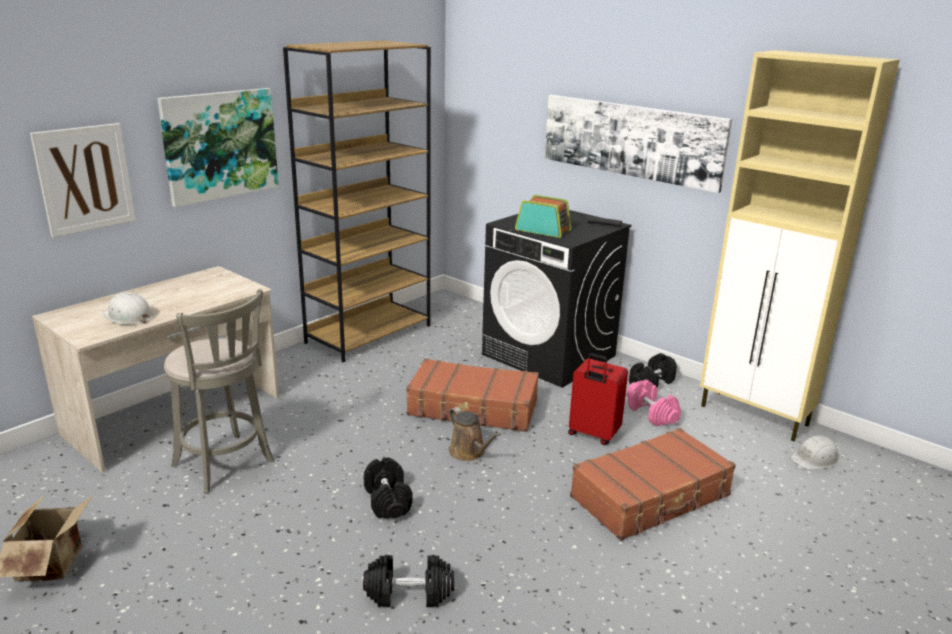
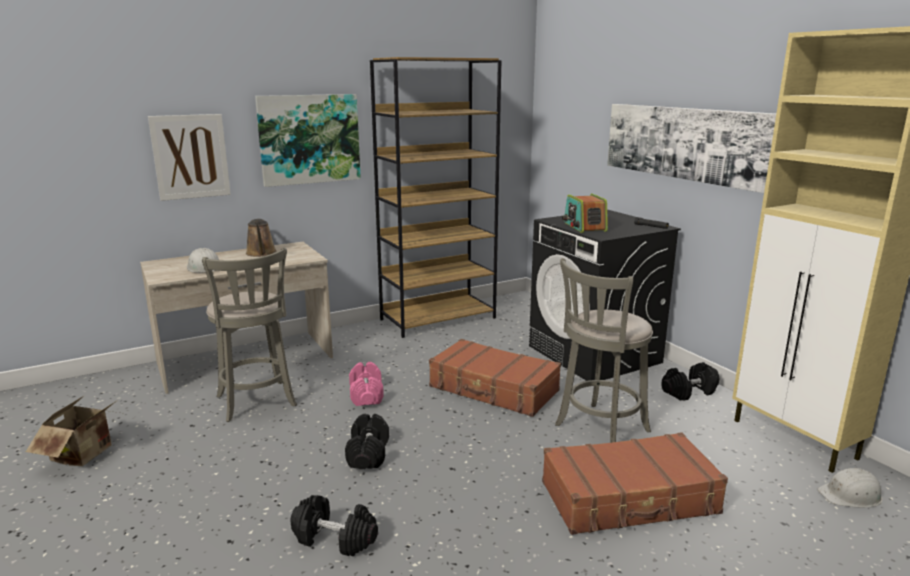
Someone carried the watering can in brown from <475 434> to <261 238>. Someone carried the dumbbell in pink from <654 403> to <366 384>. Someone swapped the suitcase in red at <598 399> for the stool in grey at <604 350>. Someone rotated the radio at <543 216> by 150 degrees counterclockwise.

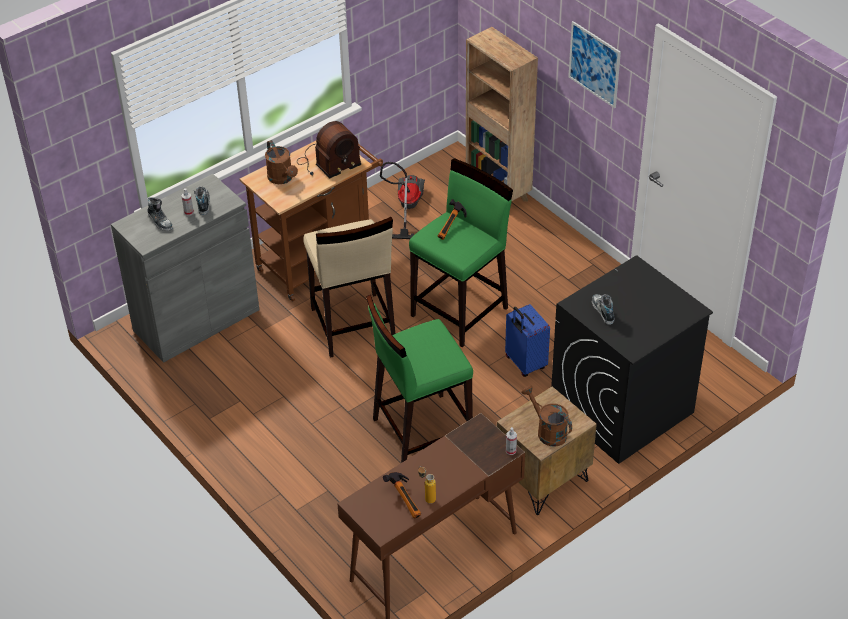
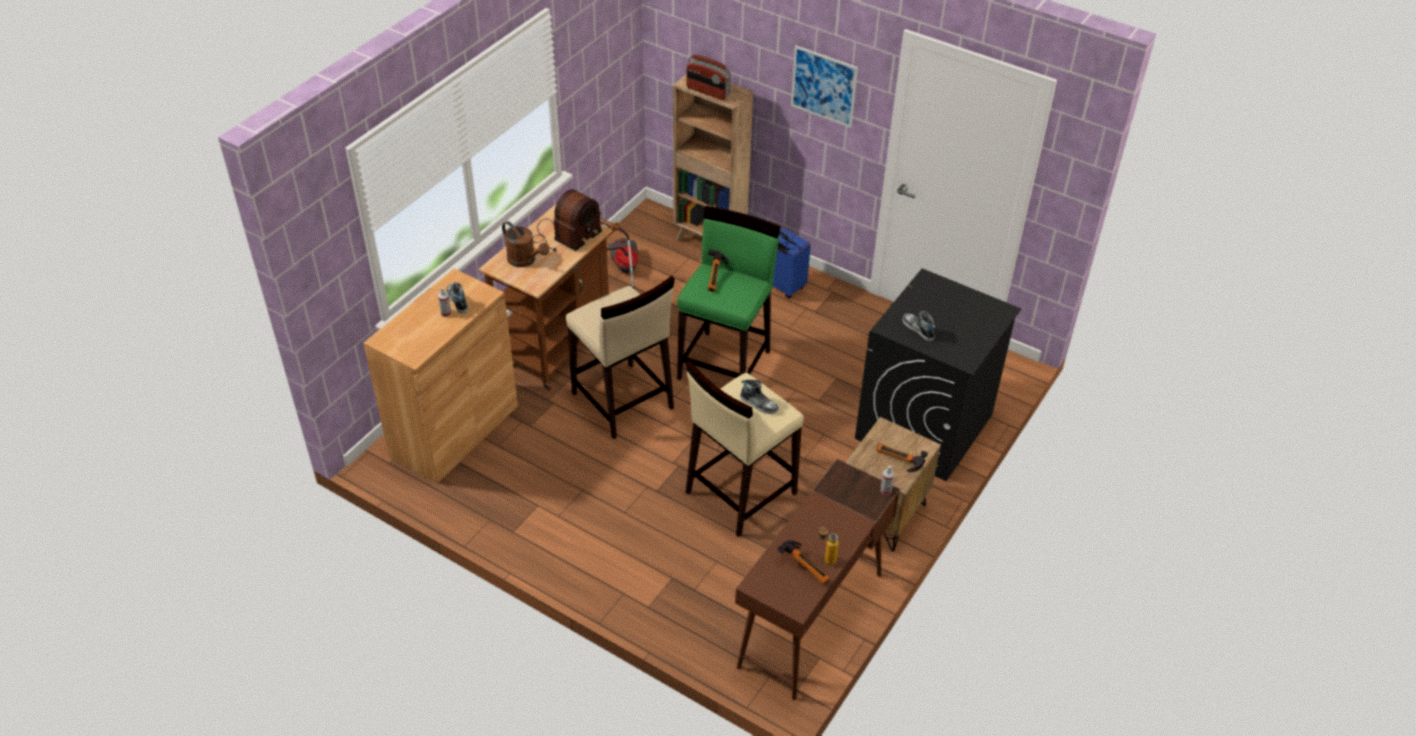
Someone repainted the cabinet in grey at <185 268>, which became the cabinet in brown at <440 376>. Someone repainted the stool in green at <419 378>, which became the stool in beige at <745 448>. Someone put down the radio at <709 77>. Someone carried the shoe from <160 214> to <759 396>. Someone carried the suitcase in blue from <527 340> to <791 263>. Someone swapped the watering can in brown at <547 416> for the hammer at <902 457>.

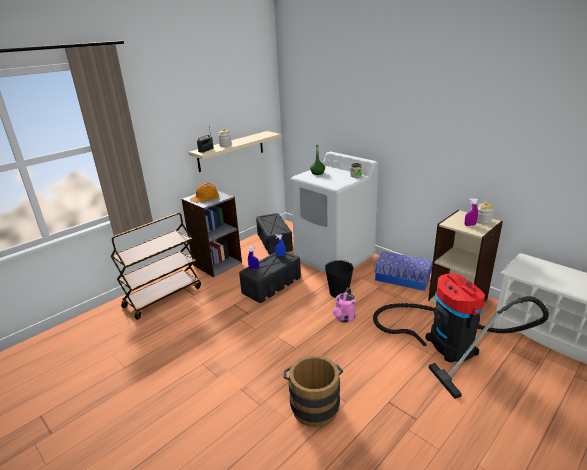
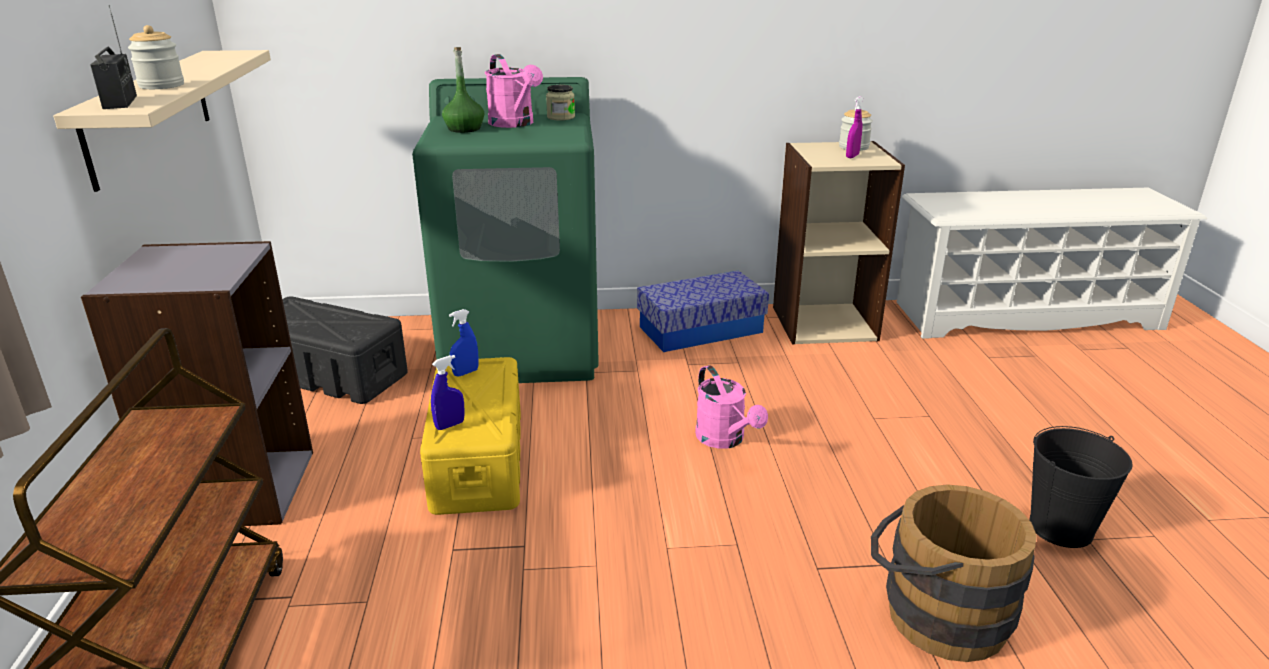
Someone repainted the washing machine in white at <334 212>, which became the washing machine in green at <505 230>. Someone repainted the storage box in black at <270 277>, which became the storage box in yellow at <470 436>. Someone put down the watering can in pink at <514 91>. Someone carried the bucket in black from <339 279> to <1081 487>. Someone took away the hard hat in orange at <204 193>. Someone took away the vacuum cleaner at <461 336>.

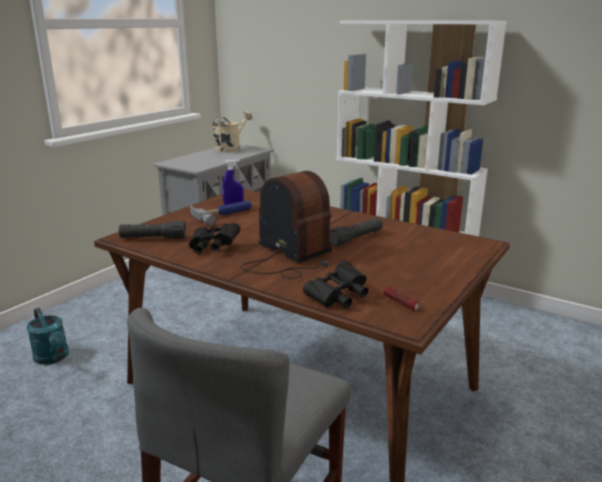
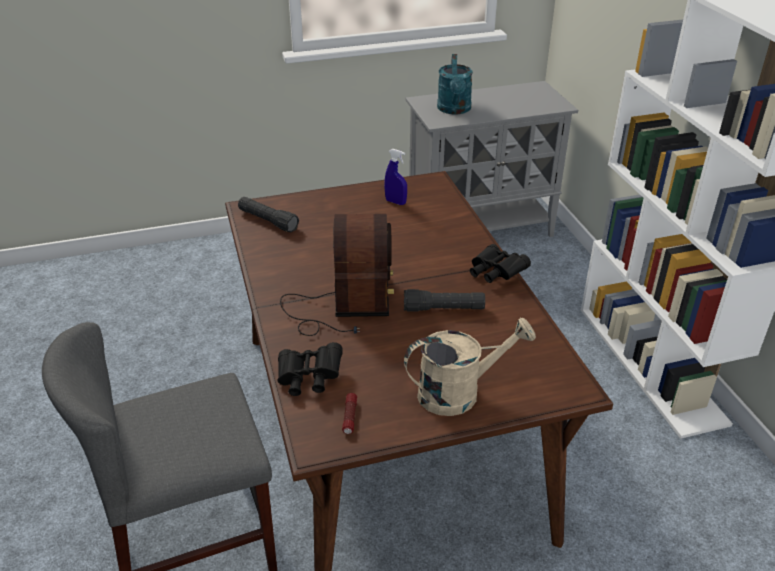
Someone carried the watering can in beige from <232 132> to <470 367>. Someone carried the watering can in turquoise from <48 336> to <455 84>. Someone carried the binoculars in black from <214 238> to <500 263>. Someone took away the hammer at <221 213>.

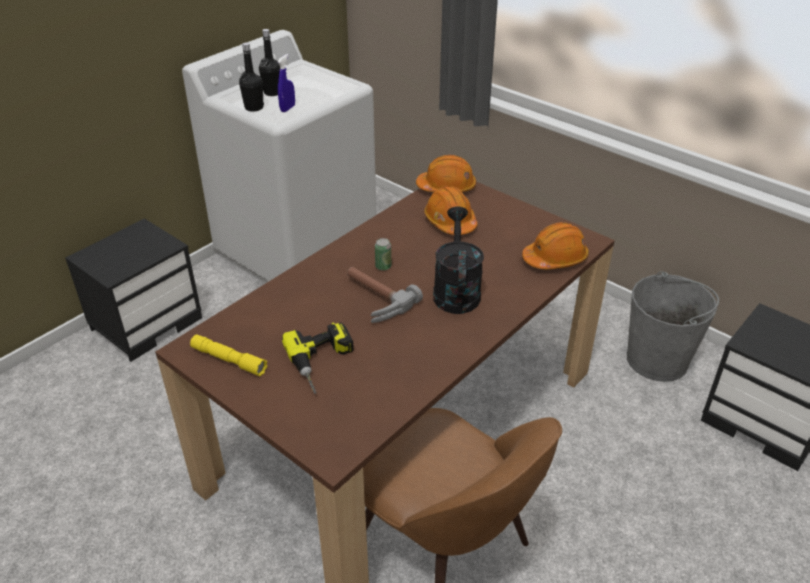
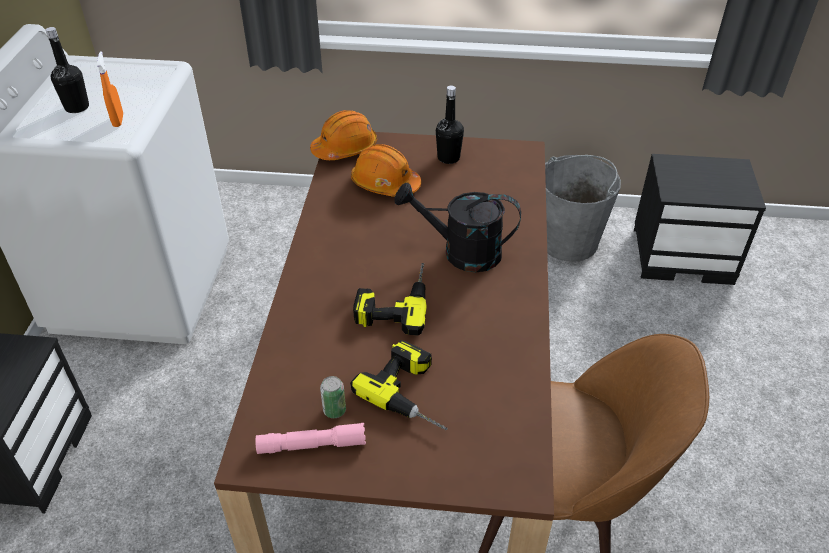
Someone repainted the spray bottle in blue at <286 83>, which became the spray bottle in orange at <110 89>. Someone repainted the flashlight in yellow at <228 355>, which became the flashlight in pink at <310 438>. Someone carried the can from <383 254> to <333 397>. Someone swapped the hammer at <385 295> for the power drill at <390 299>. Someone rotated the watering can in black at <458 260> by 45 degrees counterclockwise. Someone carried the bottle in black from <251 77> to <450 125>. Someone took away the hard hat in orange at <555 245>.

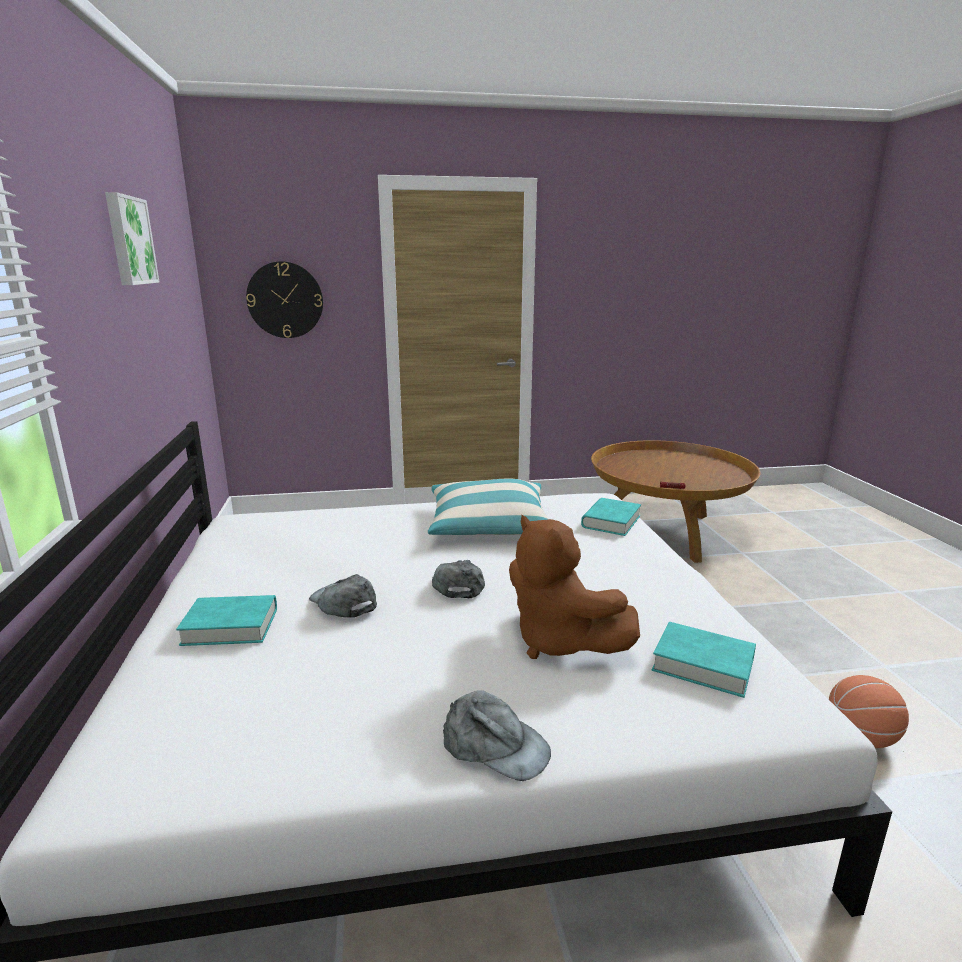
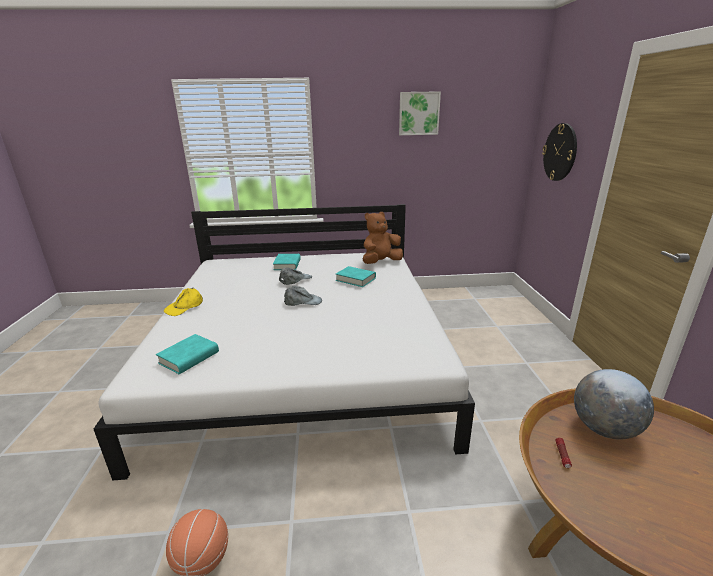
Someone repainted the cap in grey at <497 735>, which became the cap in yellow at <183 302>. Someone carried the book in turquoise from <611 517> to <356 276>. Someone carried the plush toy in brown from <574 587> to <383 238>. Someone put down the globe at <614 404>. Someone took away the pillow at <488 506>.

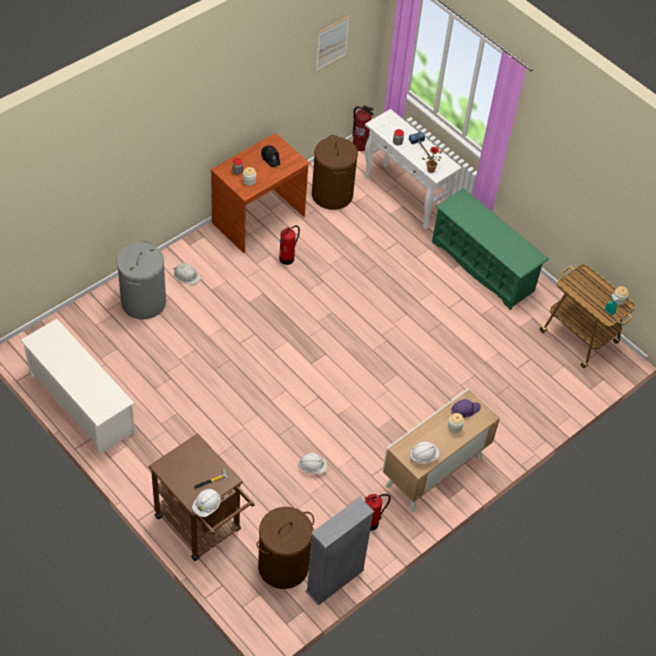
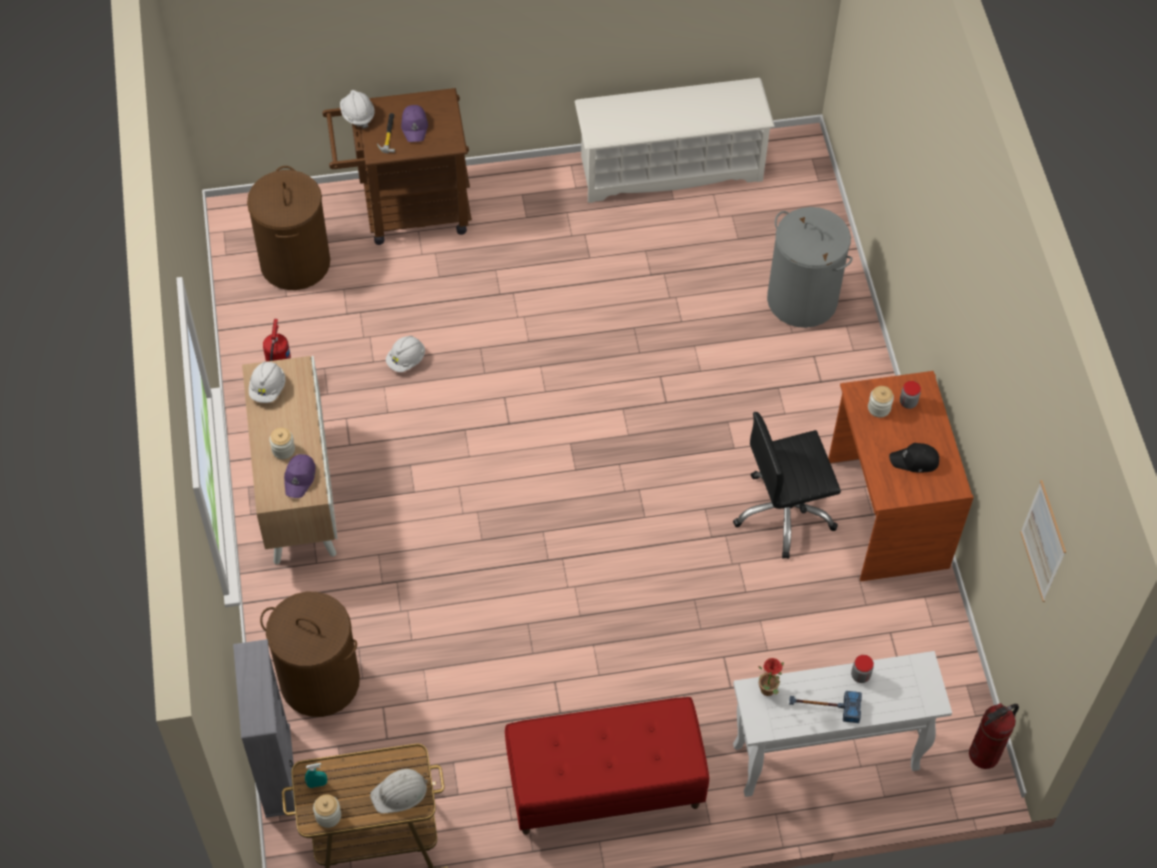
Someone carried the bookcase in grey from <339 551> to <264 728>. Someone carried the laundry basket in brown from <335 172> to <310 654>. Someone carried the hard hat in white from <187 274> to <399 791>. Someone put down the cap in purple at <414 123>. Someone swapped the shoe rack in green at <490 249> for the bench in red at <607 766>. Someone swapped the fire extinguisher at <289 245> for the office chair in black at <787 485>.

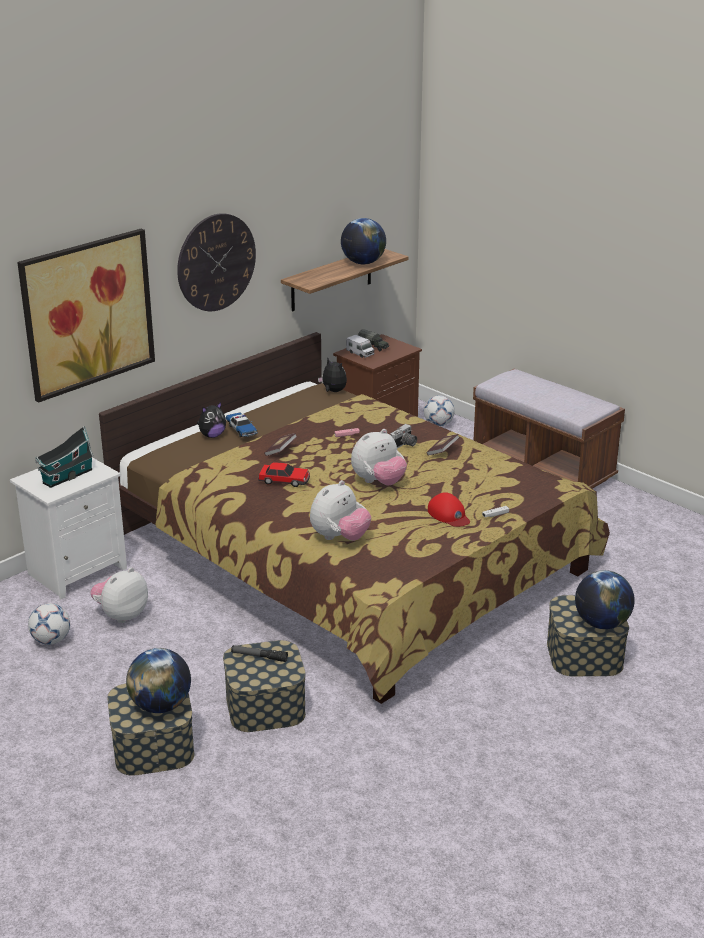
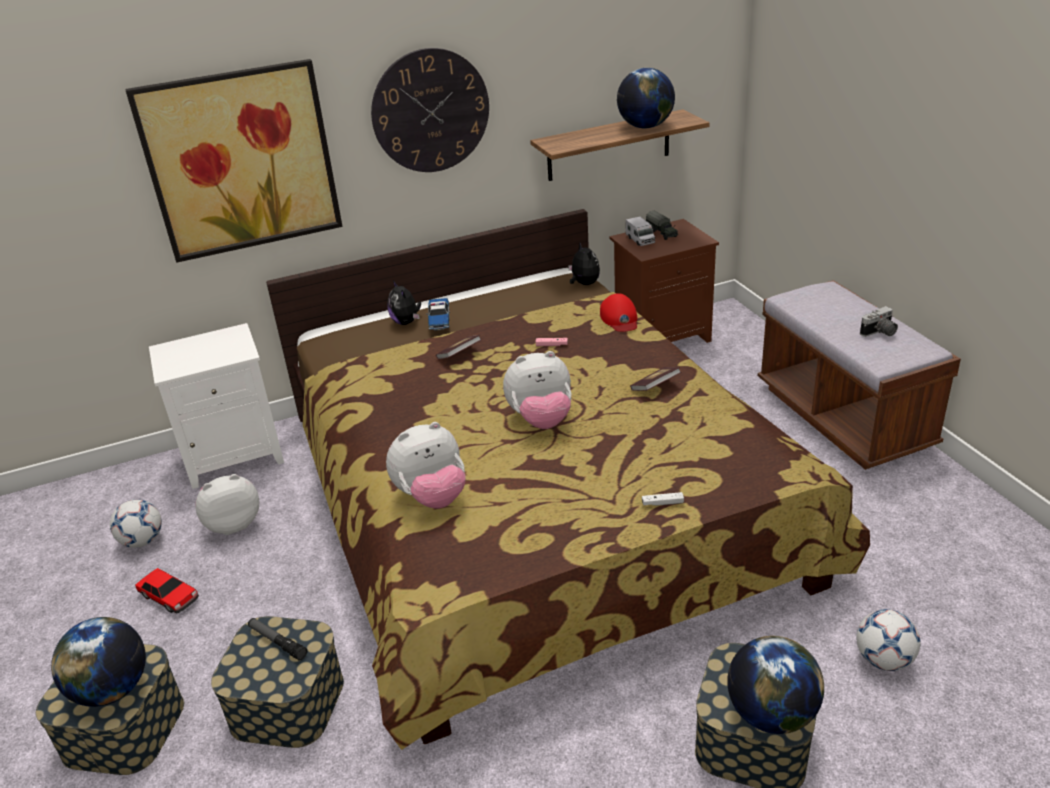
Someone carried the toy car from <284 474> to <167 591>. Someone rotated the plush toy at <211 420> by 75 degrees clockwise. Someone carried the cap in red from <449 509> to <618 312>. Someone carried the football from <439 410> to <888 640>. Someone carried the photo camera from <404 436> to <879 321>. Someone took away the toy house at <65 457>.

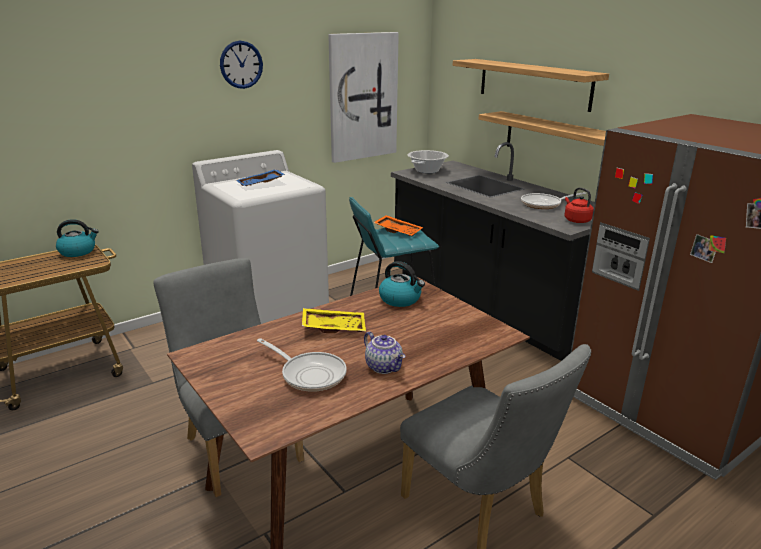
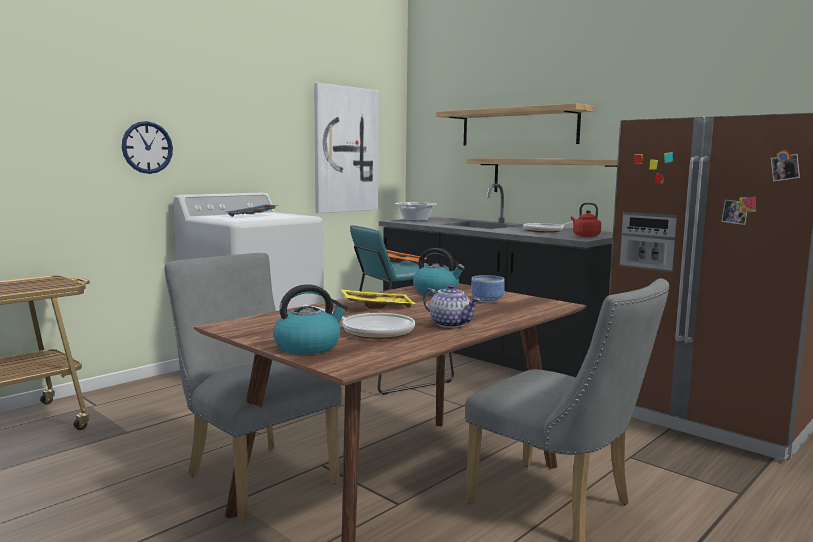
Someone carried the wall clock from <241 64> to <147 147>. Someone carried the kettle from <77 238> to <310 319>. Someone put down the bowl at <488 289>.

